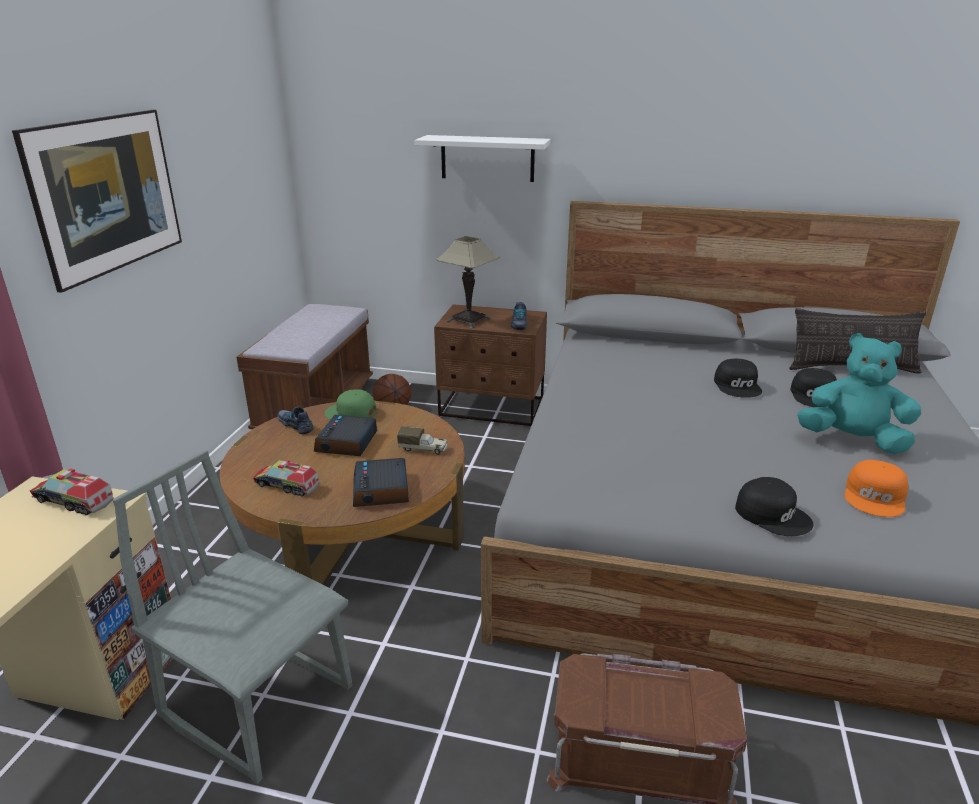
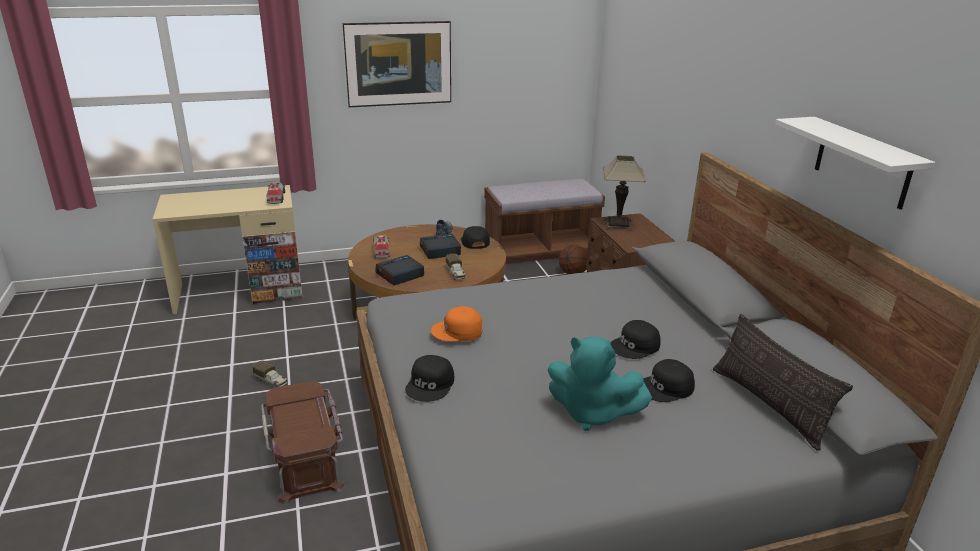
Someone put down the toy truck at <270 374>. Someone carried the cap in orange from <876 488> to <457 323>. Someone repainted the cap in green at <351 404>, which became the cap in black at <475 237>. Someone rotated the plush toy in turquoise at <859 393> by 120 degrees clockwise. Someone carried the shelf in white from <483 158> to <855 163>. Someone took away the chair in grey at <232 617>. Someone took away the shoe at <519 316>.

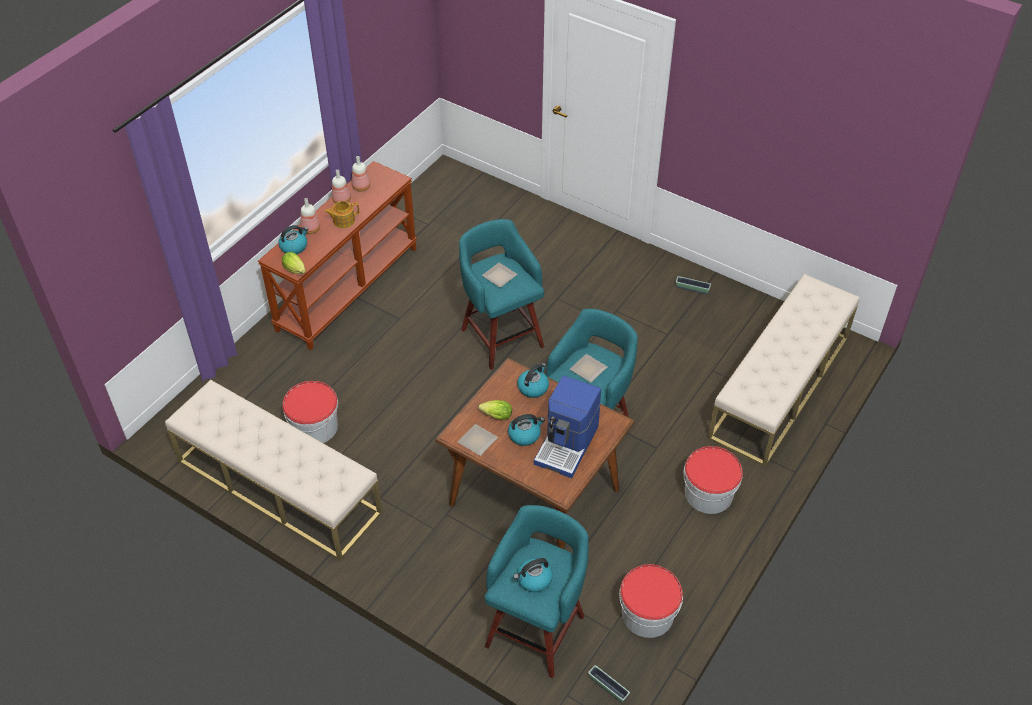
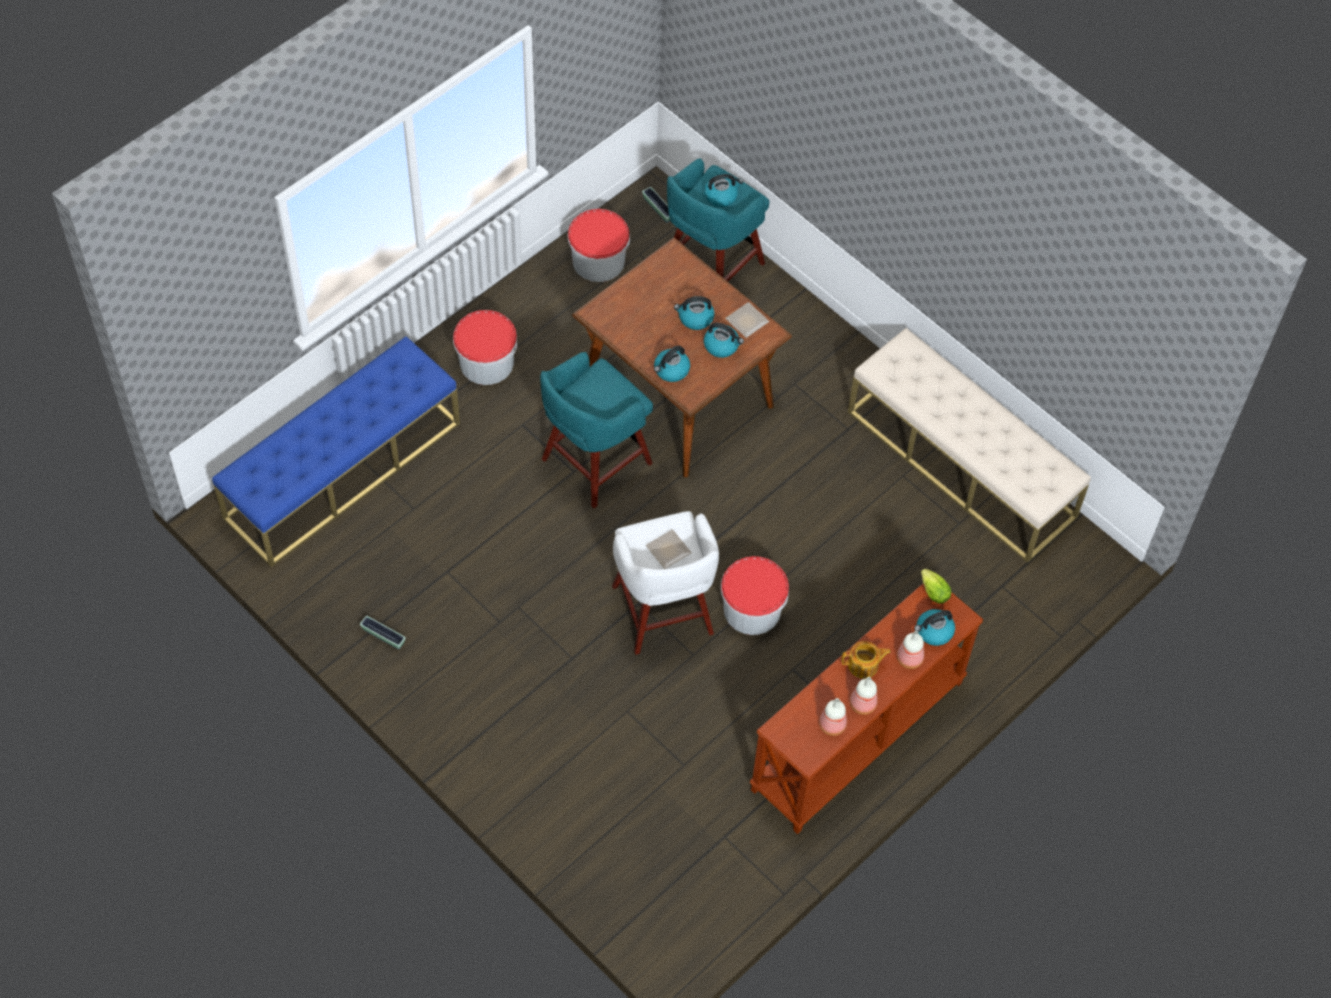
Someone repainted the bench in beige at <783 370>, which became the bench in blue at <336 451>. Someone repainted the stool in turquoise at <501 294>, which became the stool in white at <665 583>. Someone swapped the lettuce at <495 410> for the kettle at <724 340>. Someone carried the bucket from <310 412> to <755 595>. Someone took away the coffee machine at <567 427>. Someone took away the plate at <588 368>.

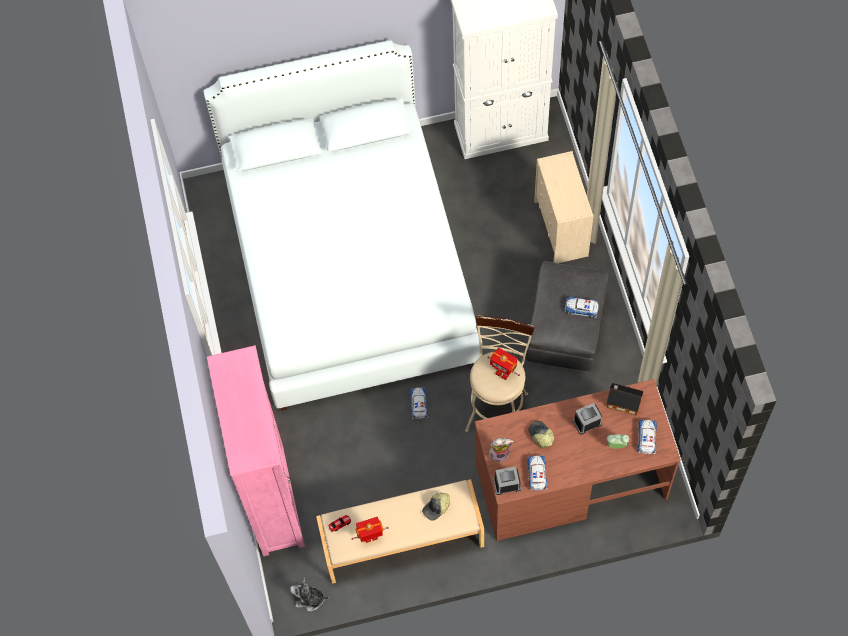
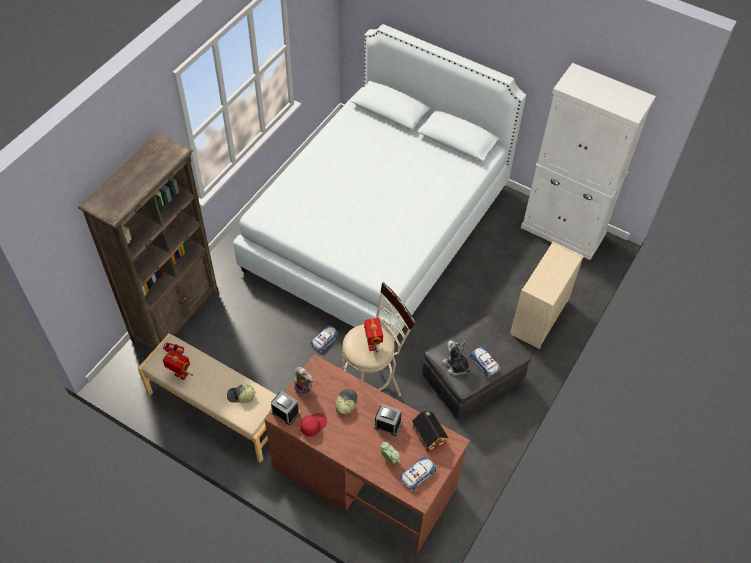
Someone repainted the bookcase in pink at <256 450>, which became the bookcase in brown at <148 241>. Someone swapped the toy car at <537 472> for the cap in red at <313 425>. Someone carried the plush toy from <309 594> to <456 357>.

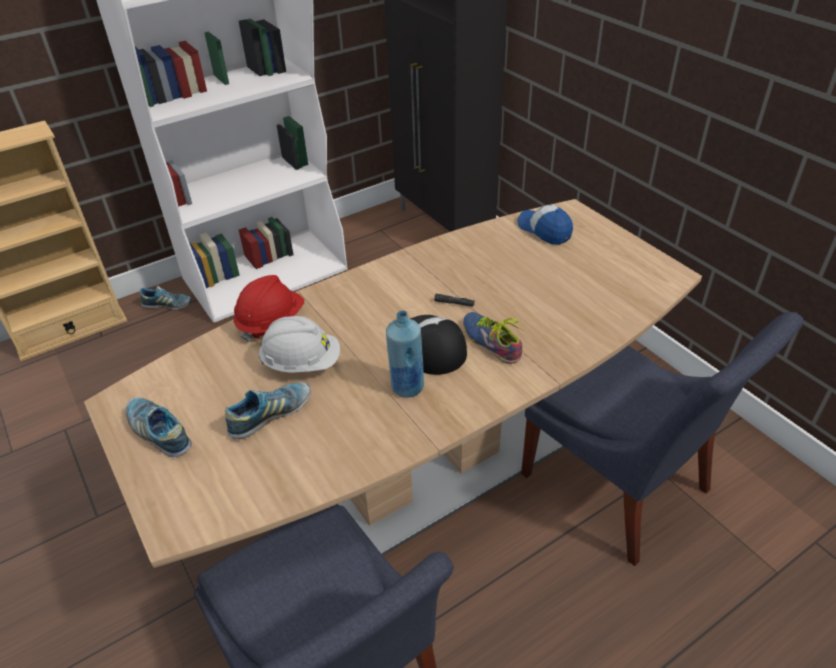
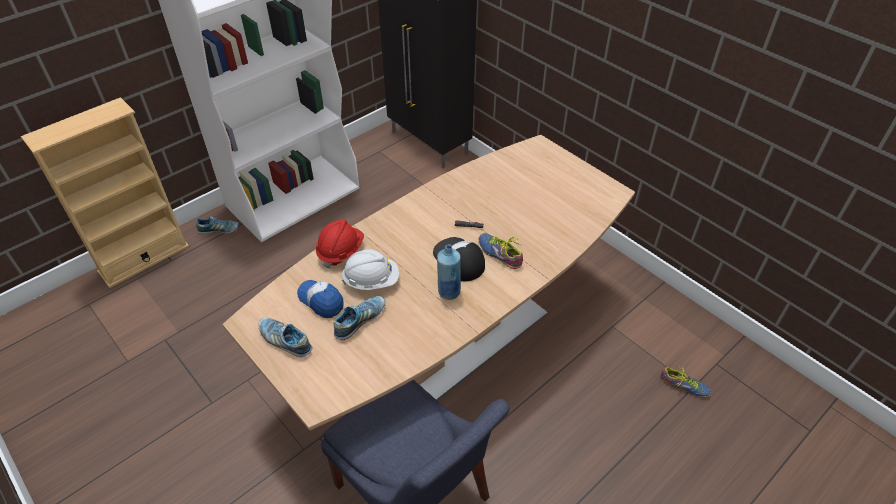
Someone carried the cap from <545 224> to <320 299>. Someone put down the shoe at <686 381>. Someone took away the chair in blue at <662 439>.

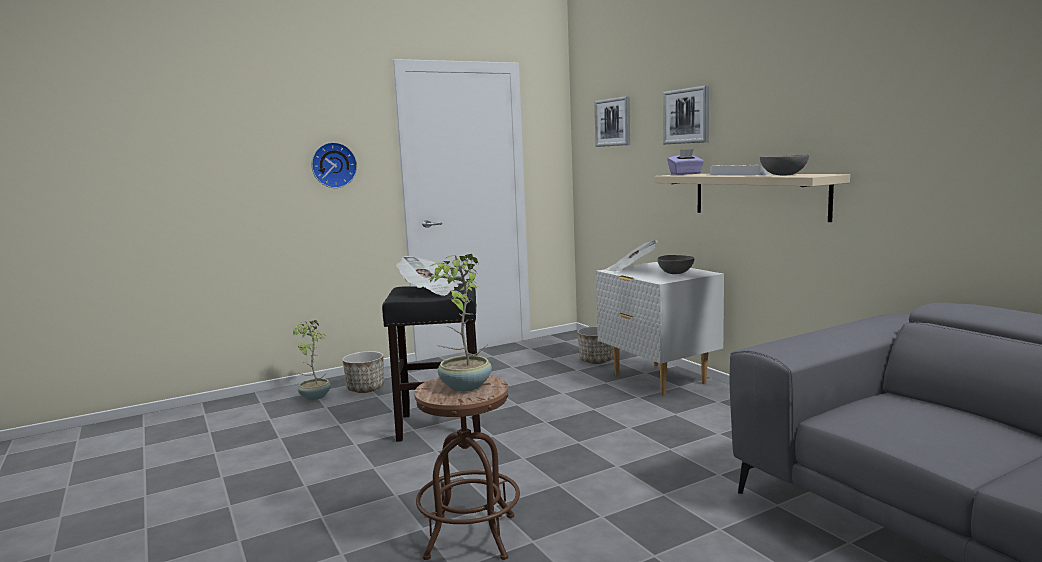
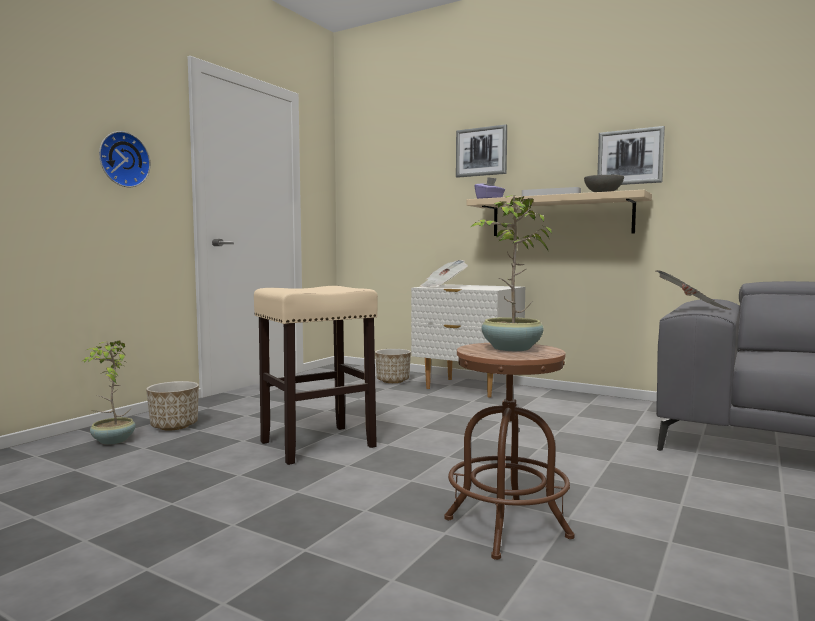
Someone repainted the stool in black at <431 362>, which became the stool in beige at <316 375>. Someone carried the picture from <612 121> to <631 155>. Someone carried the newspaper from <428 276> to <693 290>. Someone took away the bowl in grey at <676 264>.

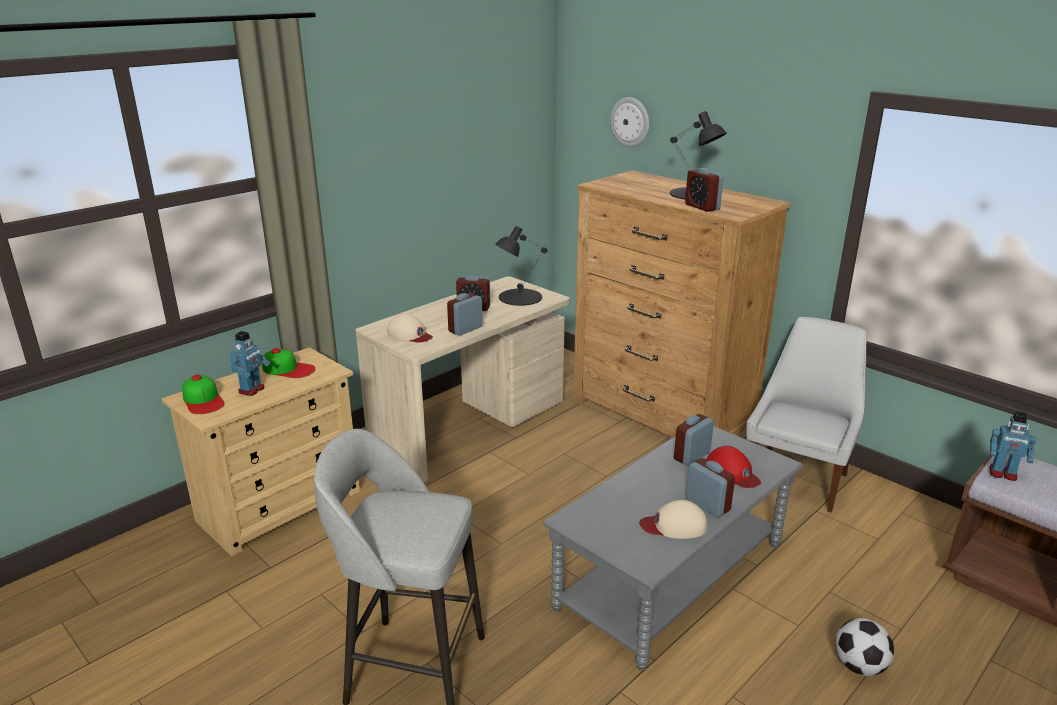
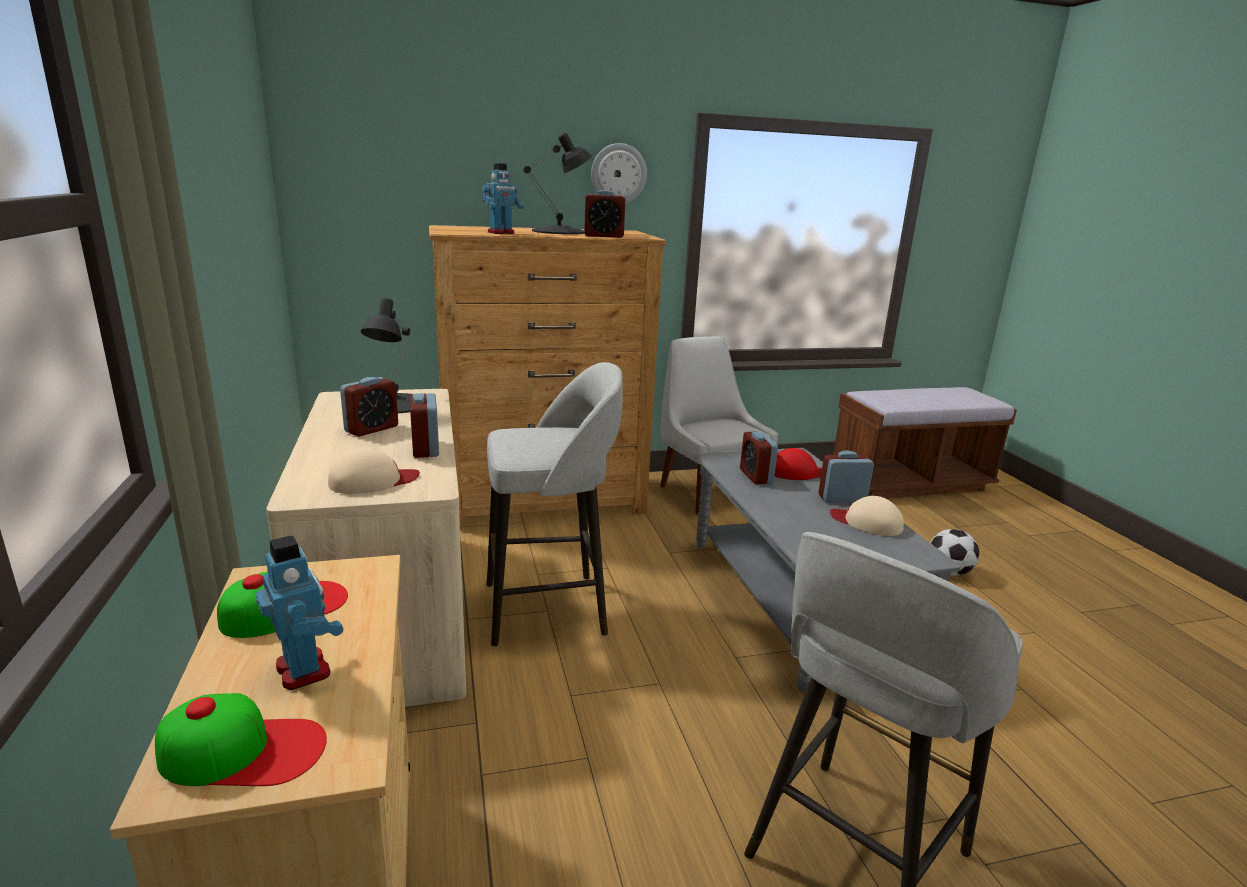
Someone carried the toy robot from <1013 446> to <503 198>. Someone put down the stool in grey at <554 504>. Someone carried the wall clock from <629 122> to <619 173>. Someone rotated the cap in beige at <673 519> by 90 degrees clockwise.

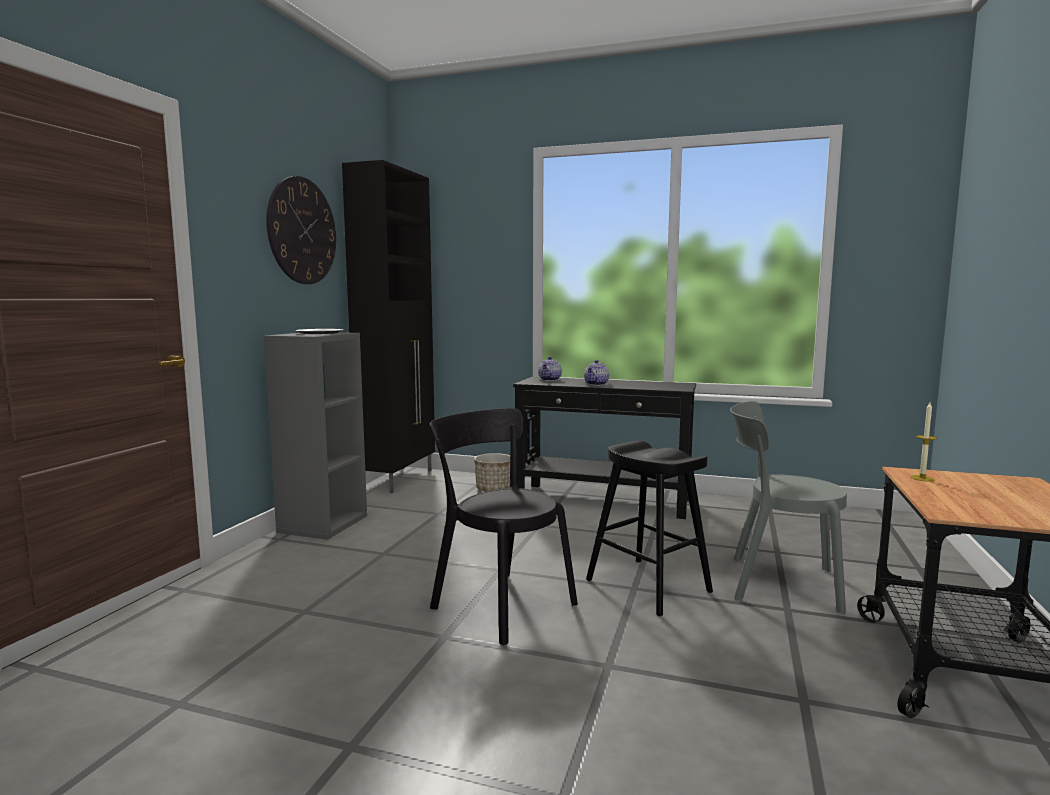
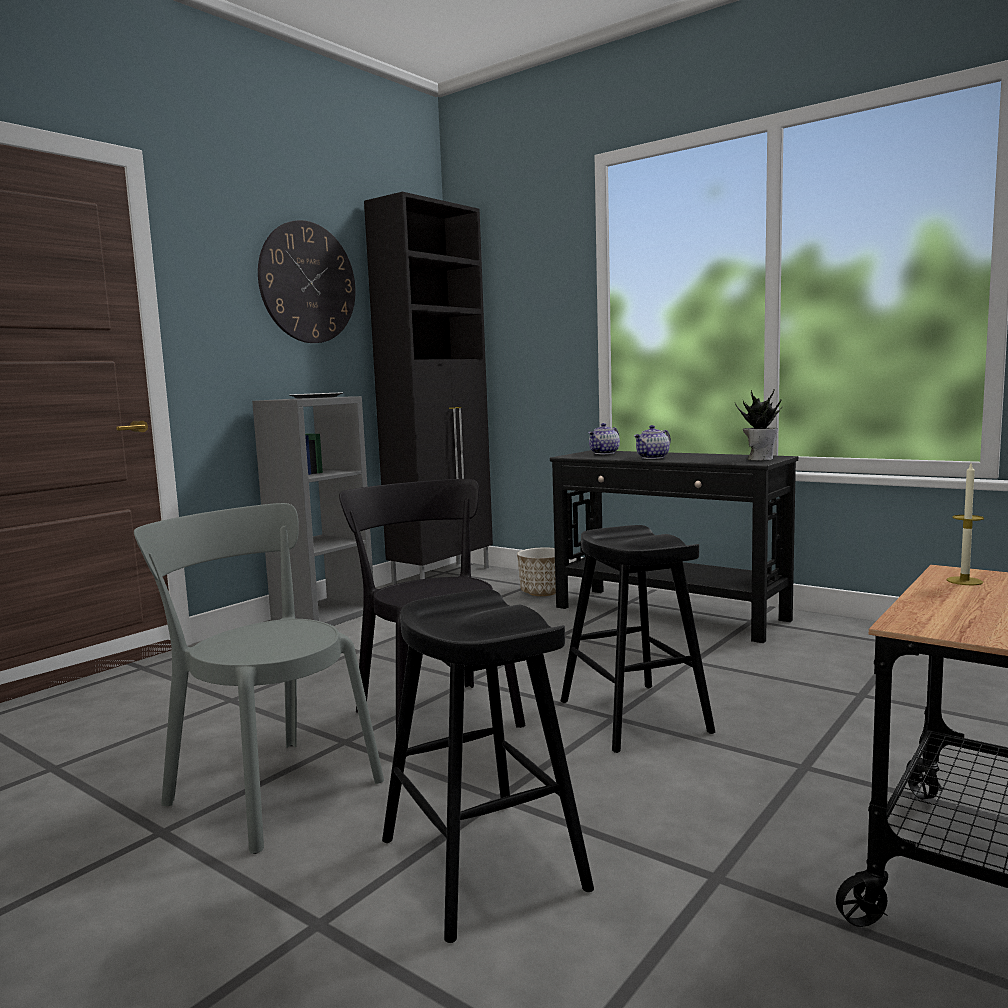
Someone carried the chair in grey from <788 507> to <259 678>. Someone put down the stool in black at <488 766>. Someone put down the potted plant at <758 425>.

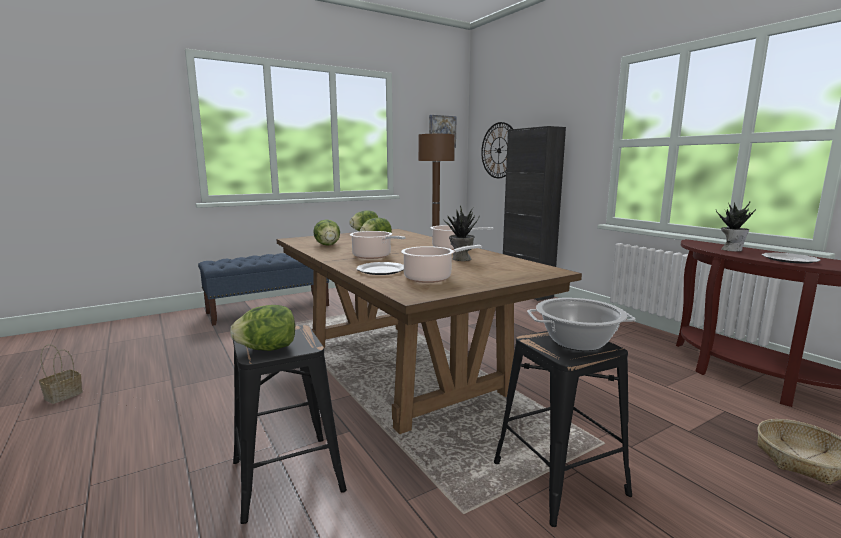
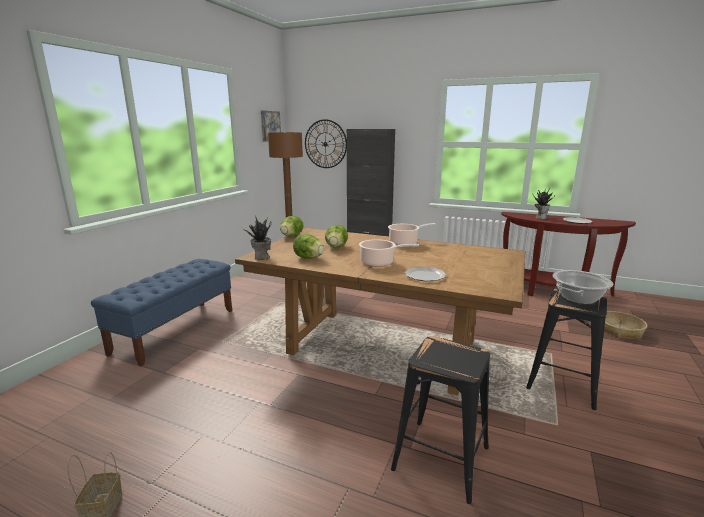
Someone carried the potted plant from <462 233> to <256 238>. Someone took away the lettuce at <262 328>. Someone took away the cooking pot at <441 264>.

